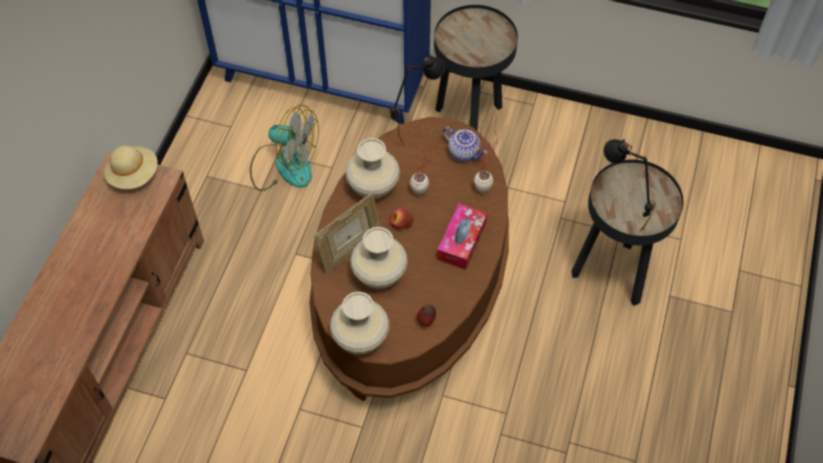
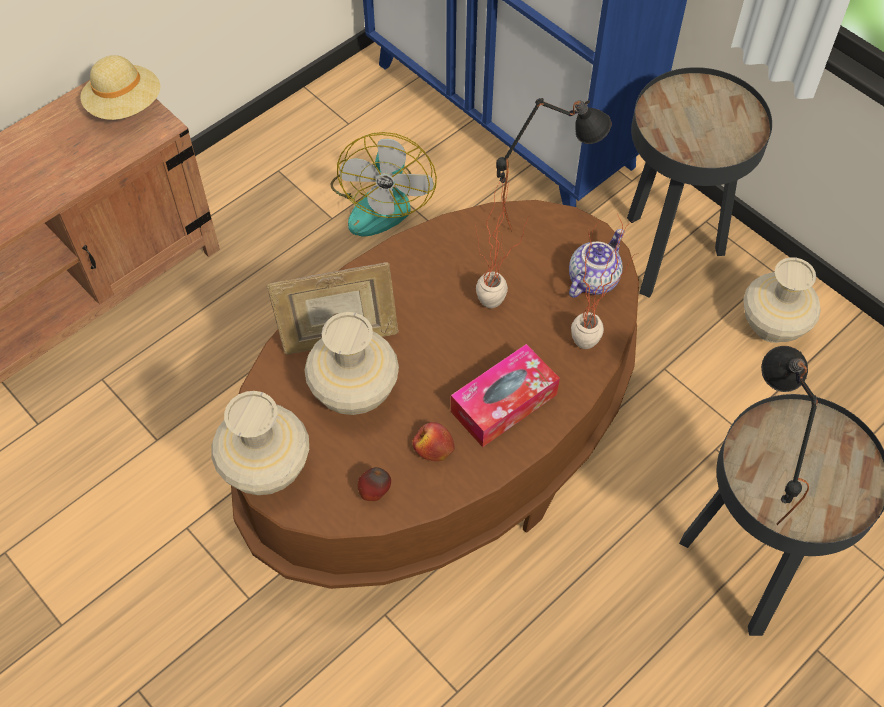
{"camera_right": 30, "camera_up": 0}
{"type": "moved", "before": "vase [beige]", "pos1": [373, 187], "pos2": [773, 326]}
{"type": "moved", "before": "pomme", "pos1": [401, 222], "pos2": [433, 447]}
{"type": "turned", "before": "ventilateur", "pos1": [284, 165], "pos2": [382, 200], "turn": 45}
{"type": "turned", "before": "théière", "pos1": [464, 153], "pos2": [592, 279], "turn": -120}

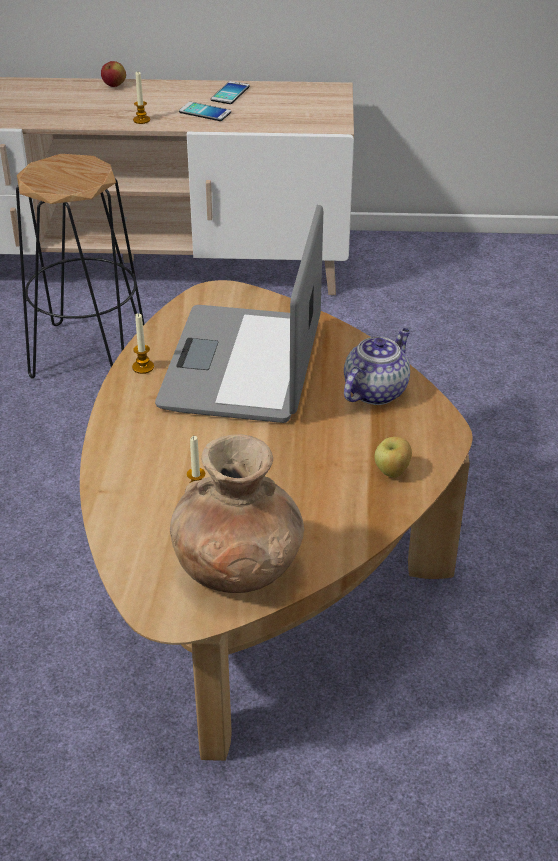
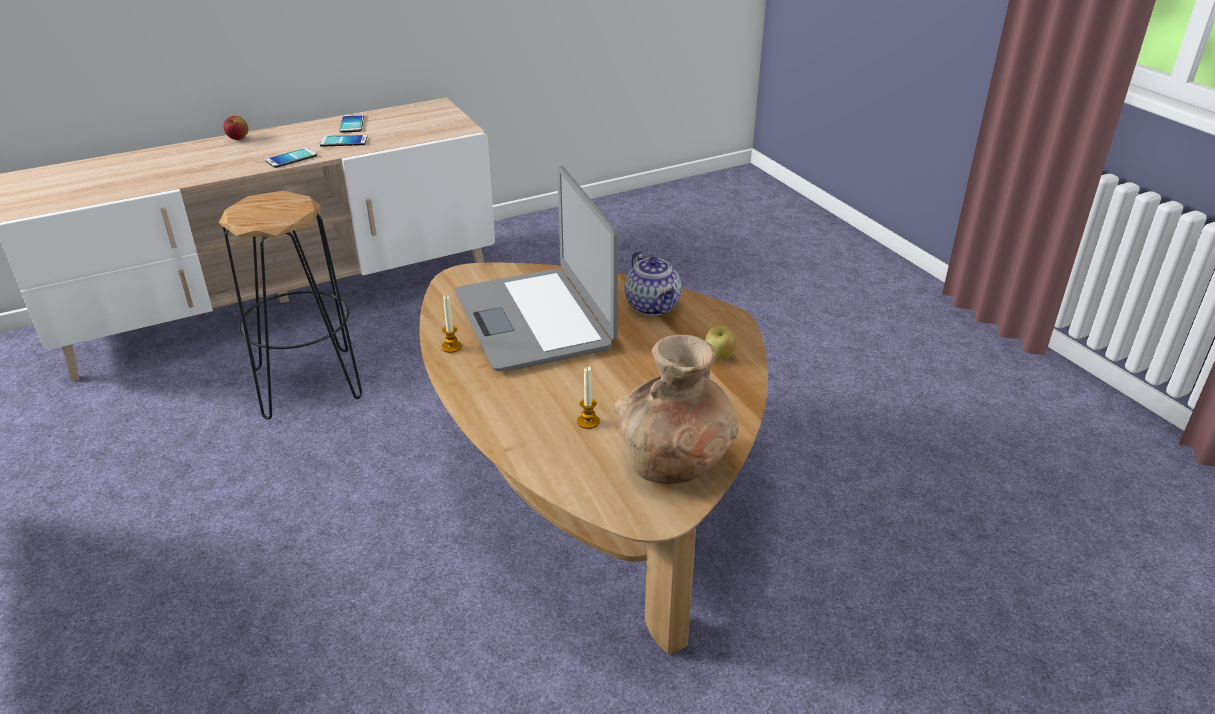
{"camera_right": -30, "camera_up": -5}
{"type": "replaced", "before": "bougie", "after": "téléphone", "pos1": [141, 120], "pos2": [291, 158]}
{"type": "turned", "before": "théière", "pos1": [375, 390], "pos2": [653, 306], "turn": 150}

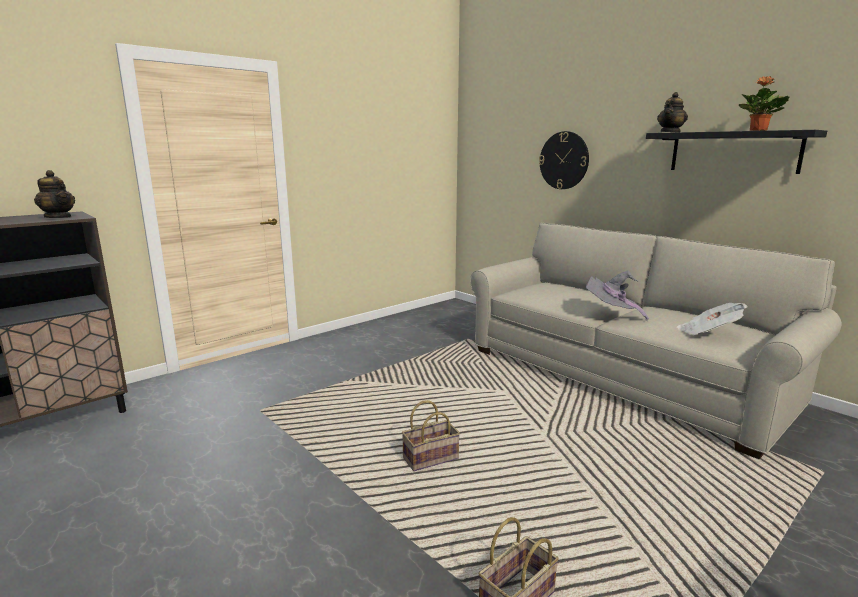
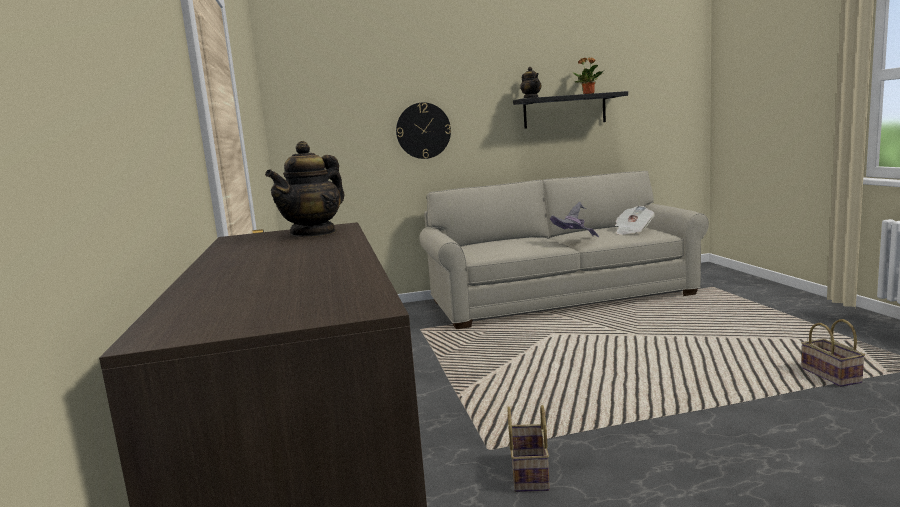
{"camera_right": -60, "camera_up": -5}
{"type": "moved", "before": "panier", "pos1": [431, 457], "pos2": [528, 473]}
{"type": "turned", "before": "théière", "pos1": [58, 217], "pos2": [314, 233], "turn": 150}

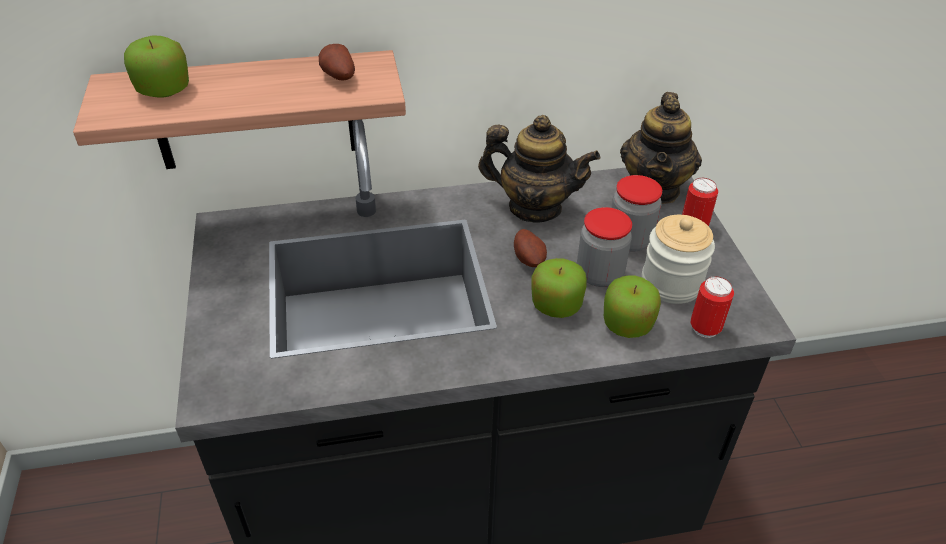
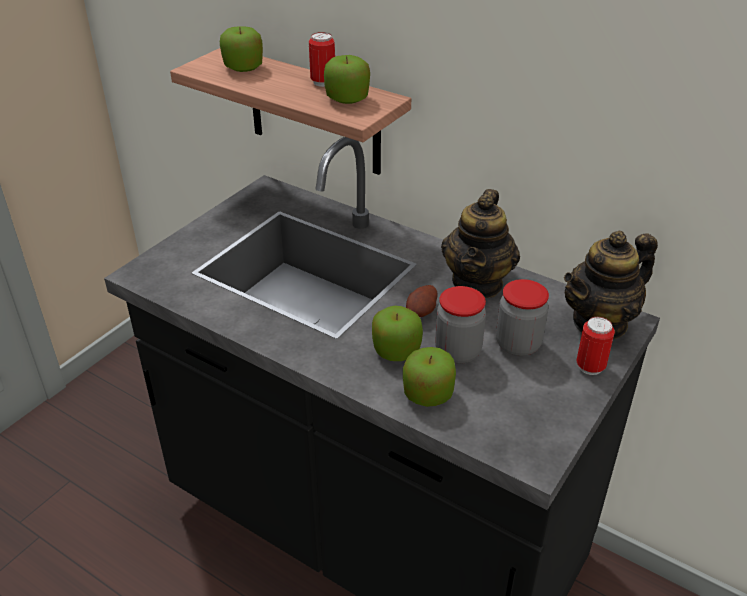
{"camera_right": 45, "camera_up": -5}
{"type": "removed", "before": "bocal", "pos1": [671, 283]}
{"type": "moved", "before": "boîte métallique", "pos1": [705, 328], "pos2": [323, 82]}
{"type": "replaced", "before": "pomme de terre", "after": "pomme", "pos1": [337, 77], "pos2": [347, 99]}
{"type": "turned", "before": "théière", "pos1": [534, 207], "pos2": [478, 283], "turn": 45}

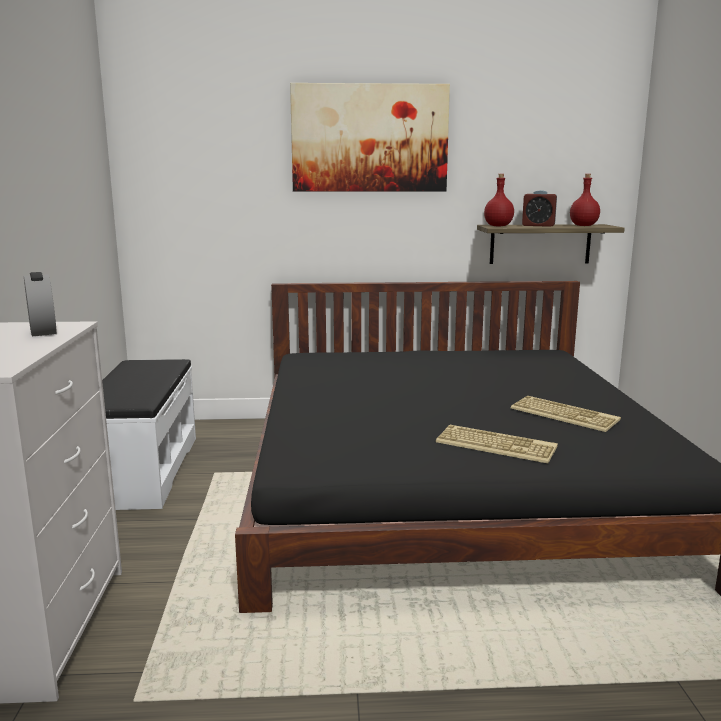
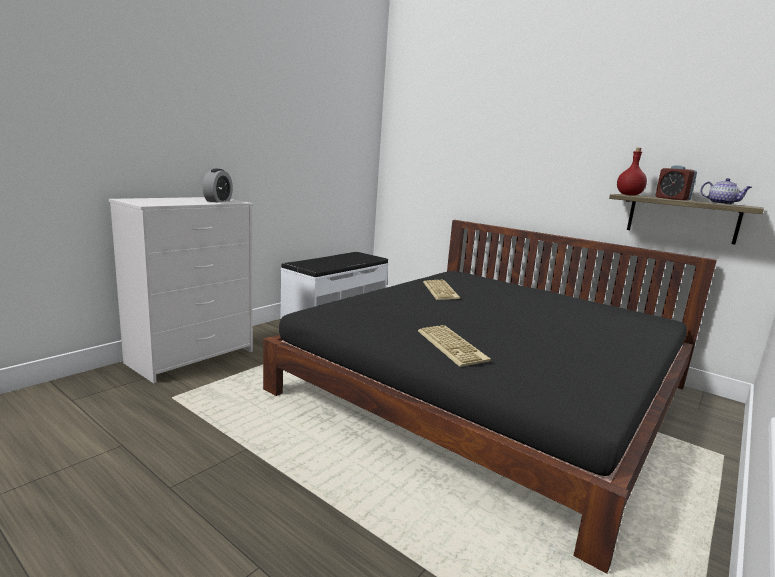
{"camera_right": 40, "camera_up": 0}
{"type": "removed", "before": "tableau", "pos1": [369, 138]}
{"type": "moved", "before": "clavier", "pos1": [565, 414], "pos2": [441, 291]}
{"type": "replaced", "before": "bouteille [rouge]", "after": "théière", "pos1": [583, 225], "pos2": [722, 203]}

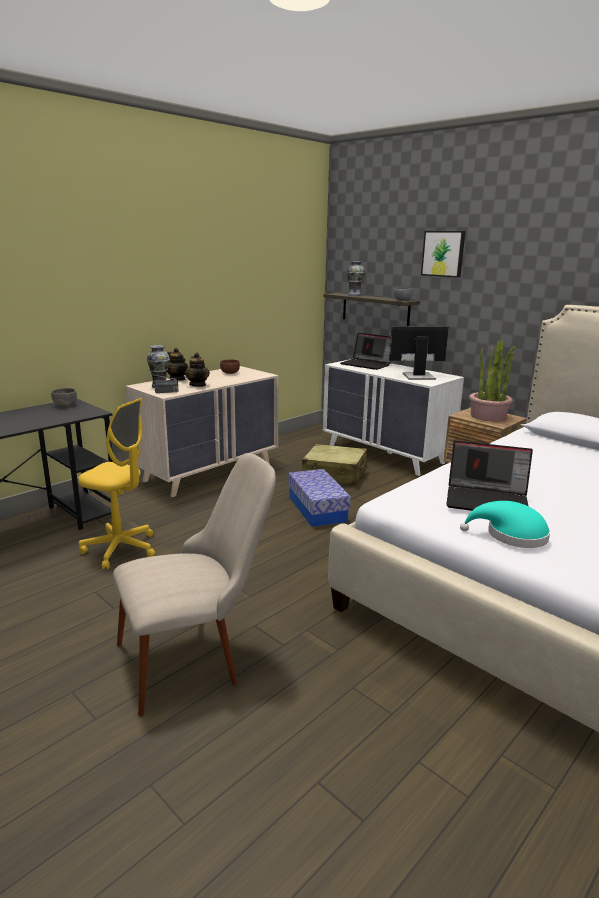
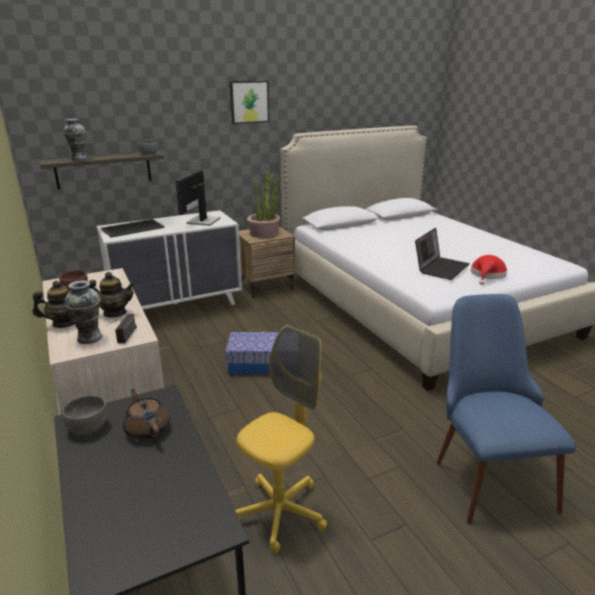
{"camera_right": -70, "camera_up": 5}
{"type": "removed", "before": "valise [beige]", "pos1": [335, 475]}
{"type": "added", "after": "théière [marron]", "pos2": [147, 429]}
{"type": "moved", "before": "tableau", "pos1": [443, 253], "pos2": [249, 102]}
{"type": "replaced", "before": "ordinateur portable", "after": "plateau", "pos1": [367, 364], "pos2": [133, 228]}
{"type": "recoloured", "before": "chaise [beige]", "after": "chaise [bleu]", "pos1": [197, 656], "pos2": [485, 471]}
{"type": "recoloured", "before": "chapeau [turquoise]", "after": "chapeau [rouge]", "pos1": [511, 535], "pos2": [487, 275]}

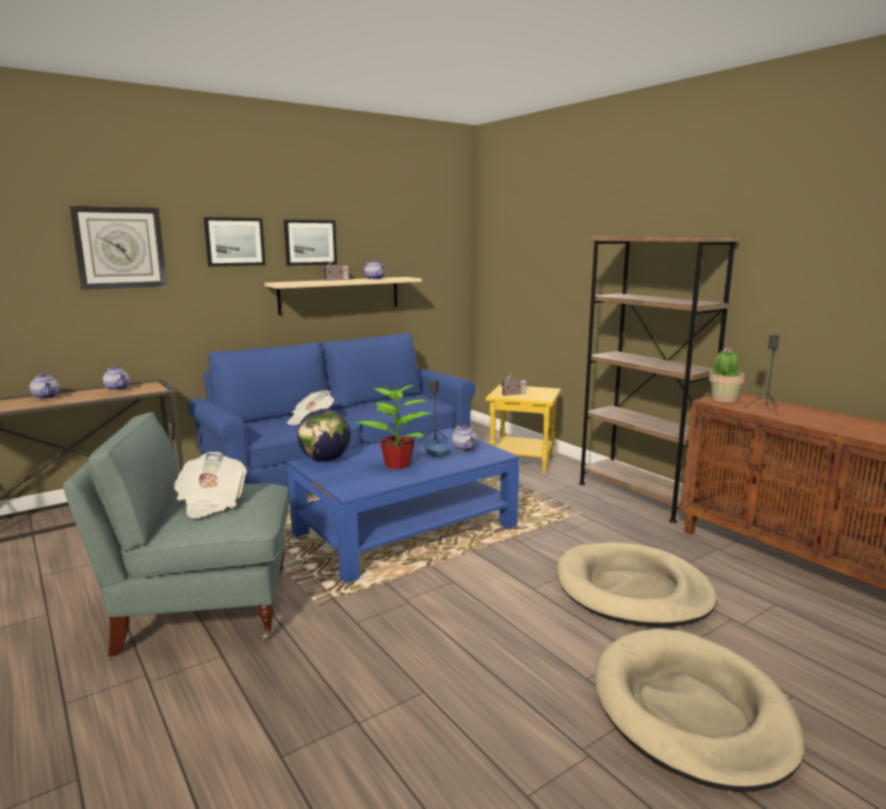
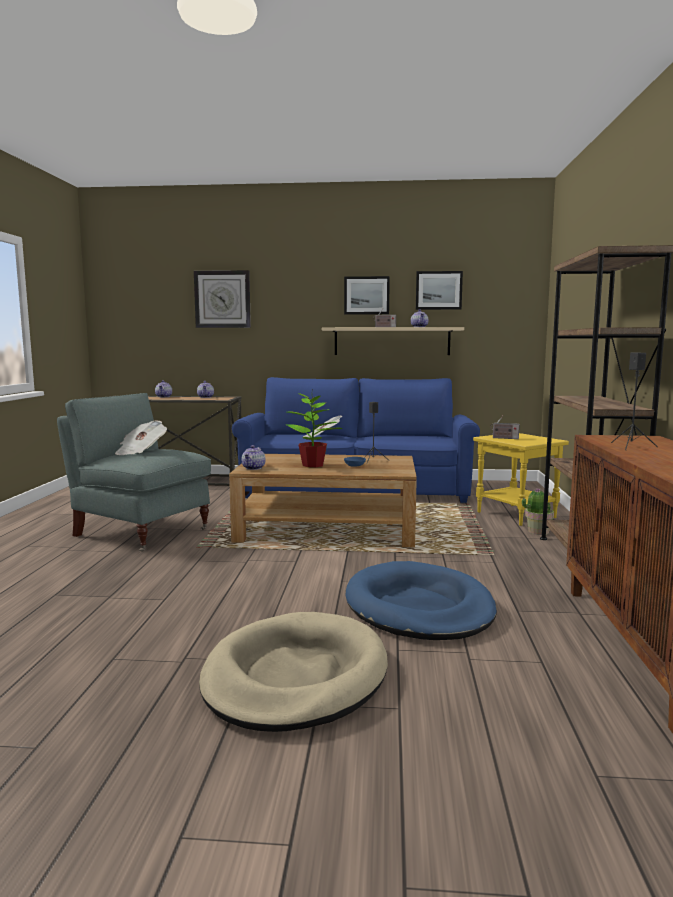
{"camera_right": 40, "camera_up": -5}
{"type": "removed", "before": "globe", "pos1": [325, 460]}
{"type": "moved", "before": "tableau", "pos1": [234, 241], "pos2": [438, 290]}
{"type": "moved", "before": "théière", "pos1": [465, 448], "pos2": [253, 468]}
{"type": "moved", "before": "plante en pot", "pos1": [723, 399], "pos2": [537, 532]}
{"type": "recoloured", "before": "table basse [bleu]", "after": "table basse [marron]", "pos1": [406, 529], "pos2": [328, 529]}
{"type": "recoloured", "before": "panier pour chien [beige]", "after": "panier pour chien [bleu]", "pos1": [632, 590], "pos2": [419, 607]}

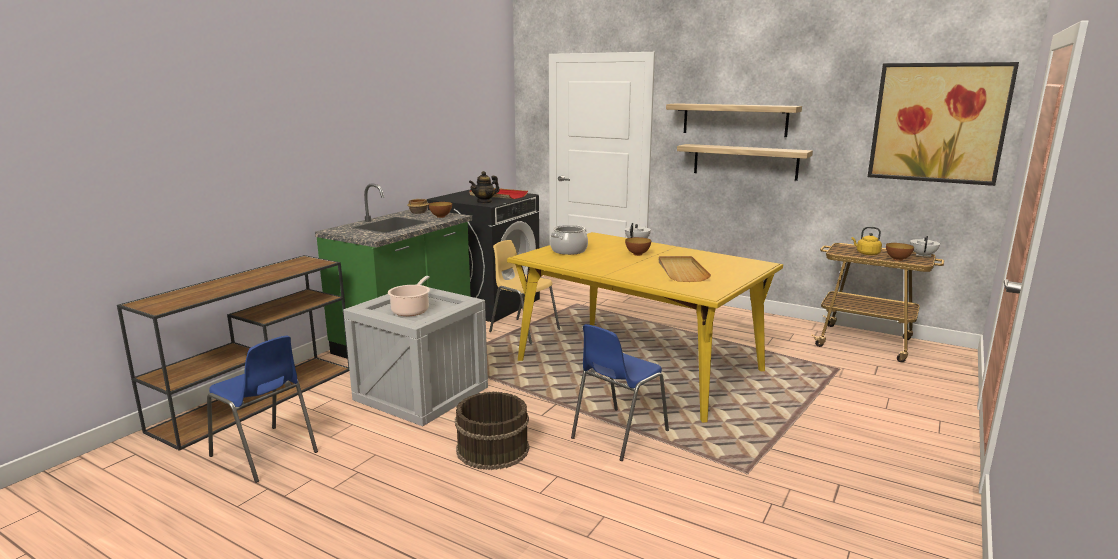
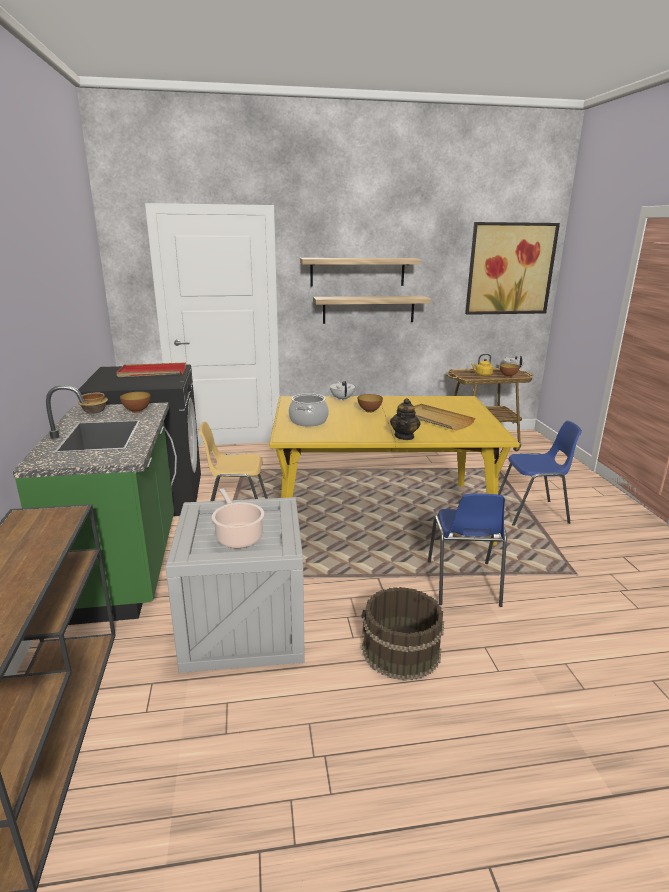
{"camera_right": -40, "camera_up": 5}
{"type": "moved", "before": "chaise [bleu]", "pos1": [265, 454], "pos2": [532, 513]}
{"type": "moved", "before": "théière", "pos1": [485, 202], "pos2": [404, 436]}

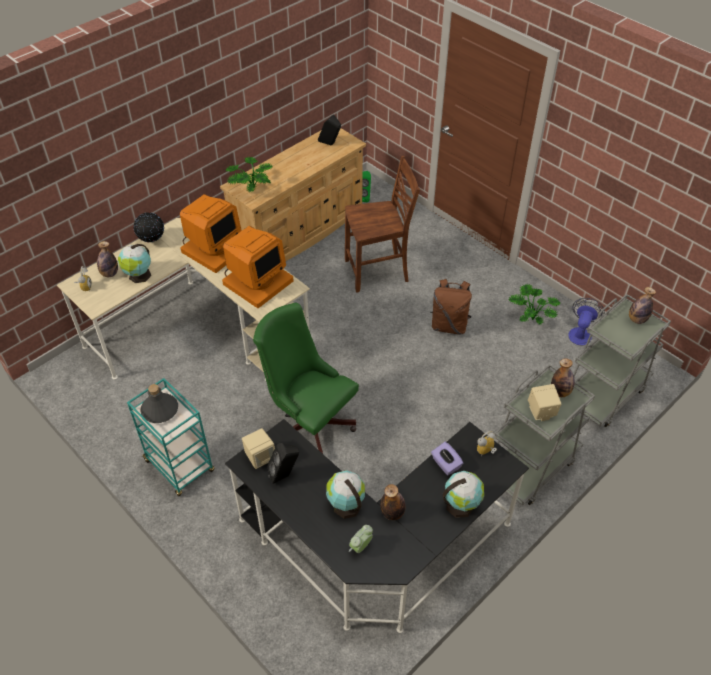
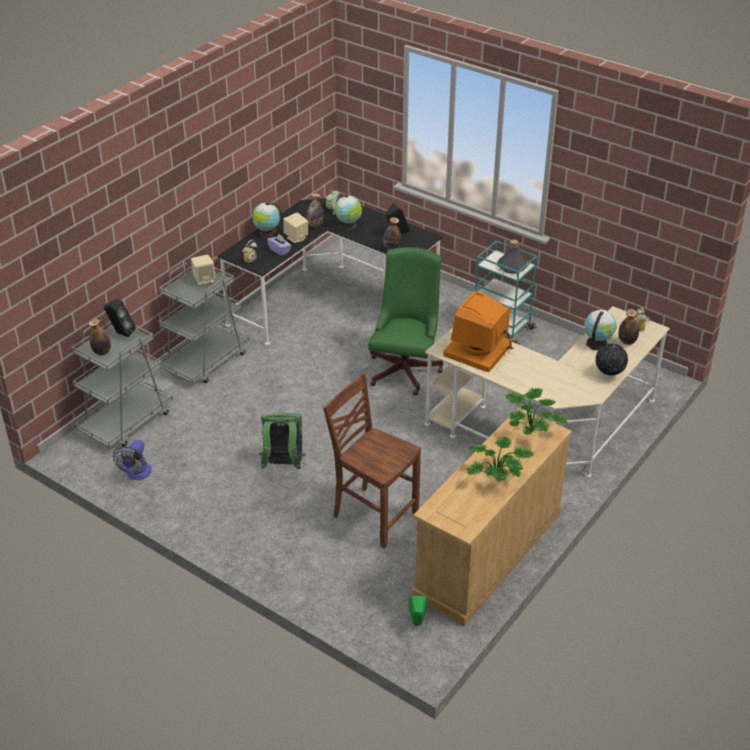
{"camera_right": 170, "camera_up": -10}
{"type": "removed", "before": "écran d'ordinateur", "pos1": [214, 248]}
{"type": "moved", "before": "enceinte [beige]", "pos1": [260, 457], "pos2": [296, 238]}
{"type": "moved", "before": "enceinte [noir]", "pos1": [330, 144], "pos2": [120, 333]}
{"type": "moved", "before": "plante en pot", "pos1": [531, 317], "pos2": [497, 478]}
{"type": "moved", "before": "bouteille", "pos1": [560, 392], "pos2": [391, 248]}
{"type": "recoloured", "before": "sac à dos [marron]", "after": "sac à dos [vert]", "pos1": [449, 325], "pos2": [283, 465]}
{"type": "turned", "before": "chaise de bureau [vert]", "pos1": [309, 422], "pos2": [406, 368], "turn": -105}
{"type": "turned", "before": "chaise [marron]", "pos1": [378, 272], "pos2": [373, 515], "turn": 60}

